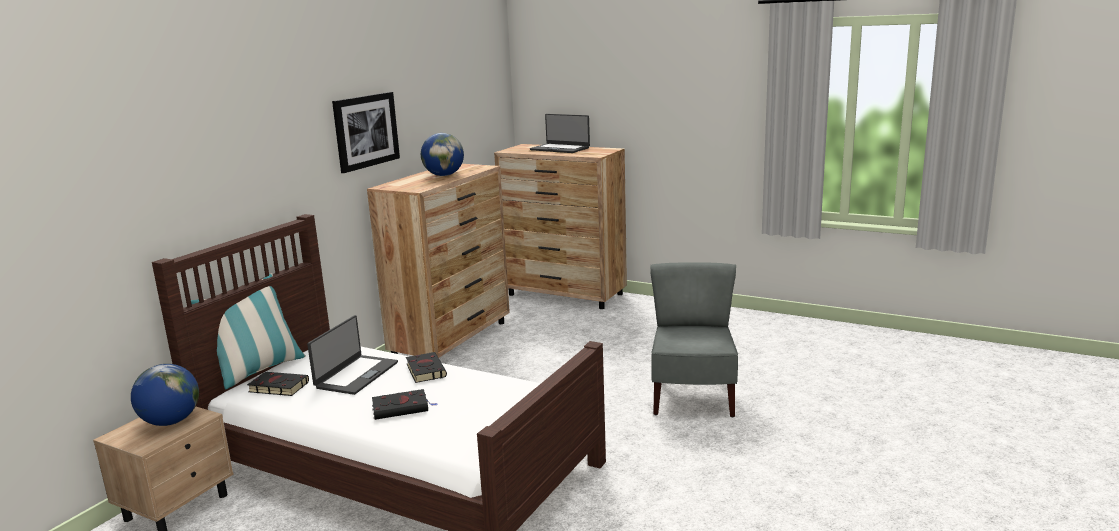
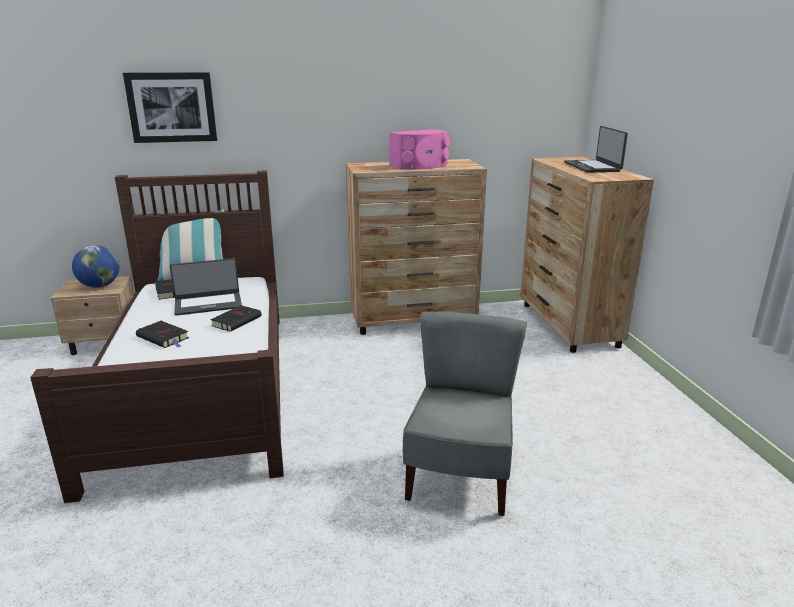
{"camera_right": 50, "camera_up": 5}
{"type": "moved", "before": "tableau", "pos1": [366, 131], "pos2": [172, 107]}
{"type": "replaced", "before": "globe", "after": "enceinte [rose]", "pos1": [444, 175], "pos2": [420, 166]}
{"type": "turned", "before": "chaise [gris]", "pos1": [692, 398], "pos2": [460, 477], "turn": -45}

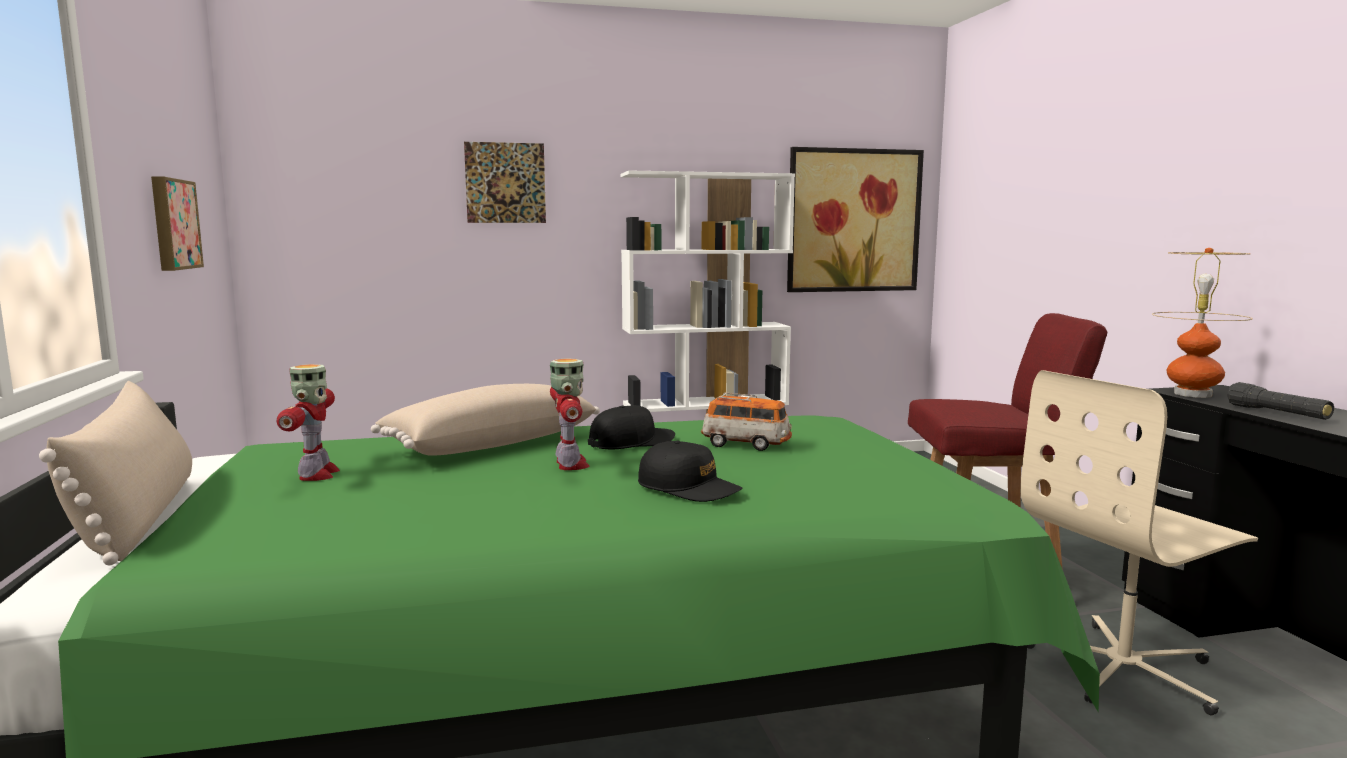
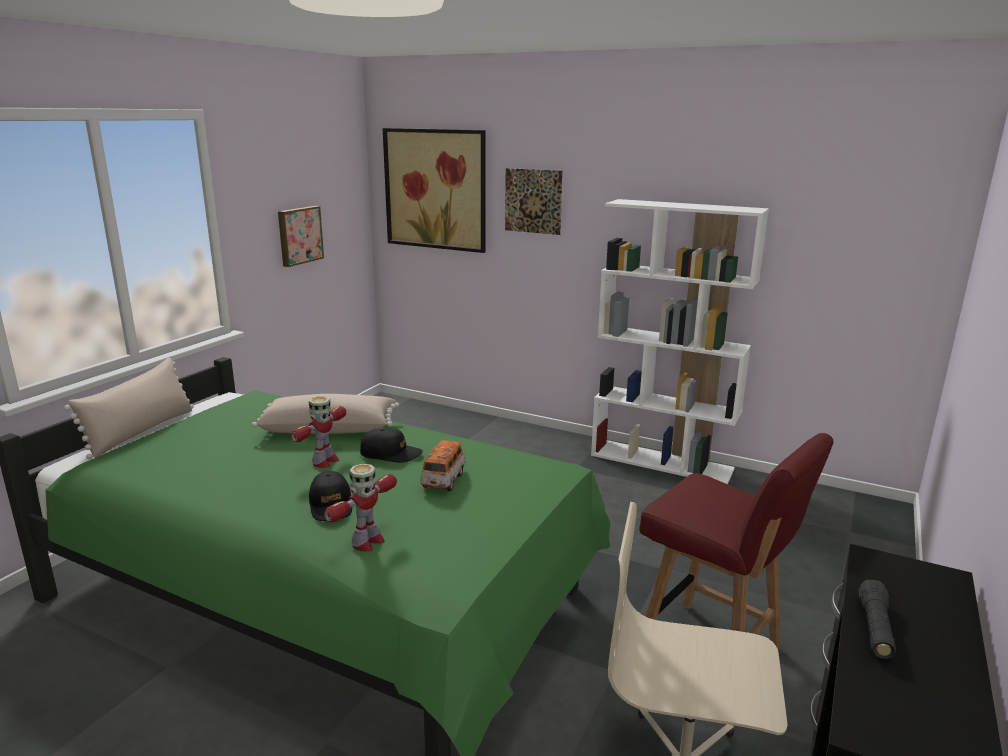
{"camera_right": 40, "camera_up": 10}
{"type": "removed", "before": "lampe de table", "pos1": [1192, 394]}
{"type": "moved", "before": "robot jouet", "pos1": [317, 475], "pos2": [367, 542]}
{"type": "moved", "before": "tableau", "pos1": [853, 221], "pos2": [435, 189]}
{"type": "turned", "before": "petite voiture", "pos1": [746, 444], "pos2": [443, 480], "turn": -135}

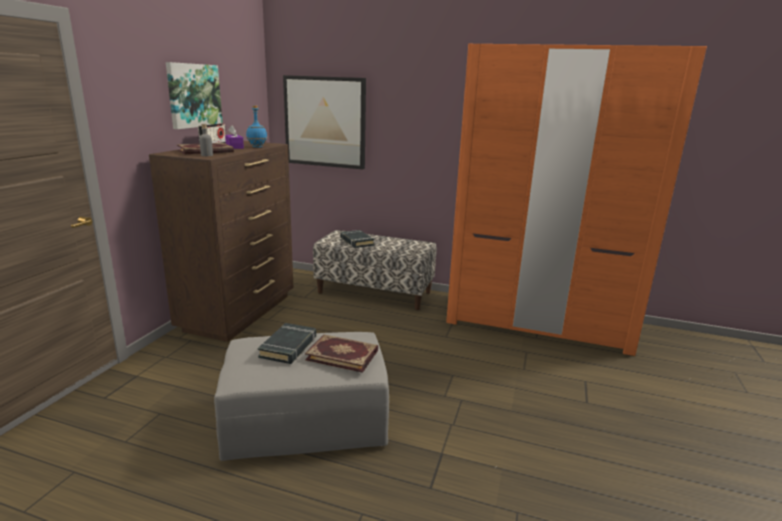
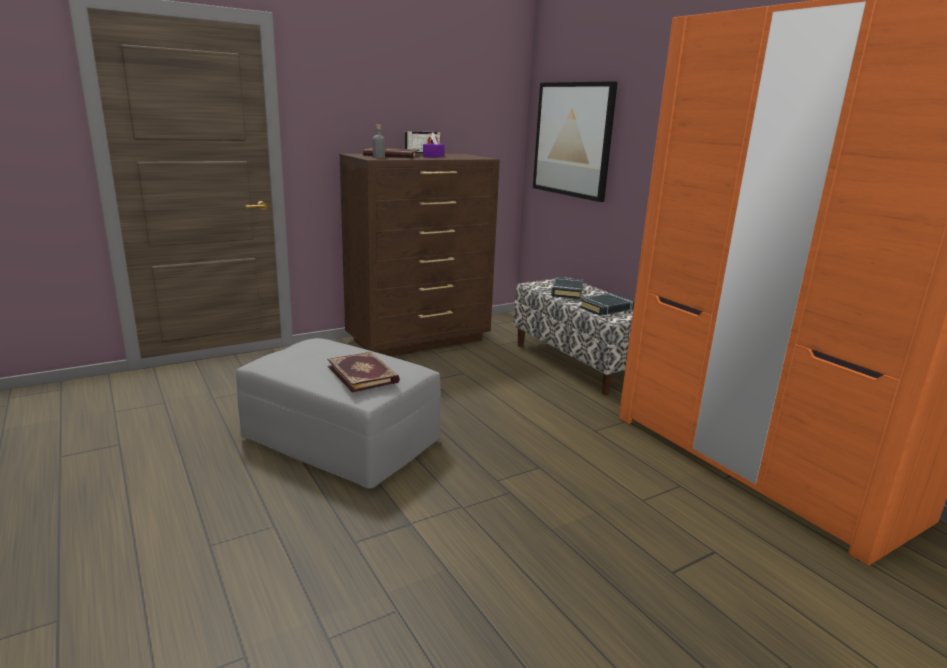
{"camera_right": 40, "camera_up": 0}
{"type": "removed", "before": "tableau", "pos1": [193, 95]}
{"type": "removed", "before": "bouteille [bleu]", "pos1": [257, 147]}
{"type": "moved", "before": "livre [noir]", "pos1": [289, 347], "pos2": [607, 308]}

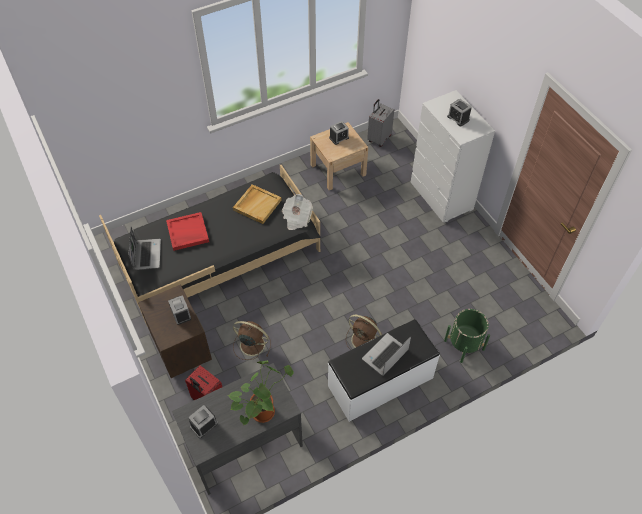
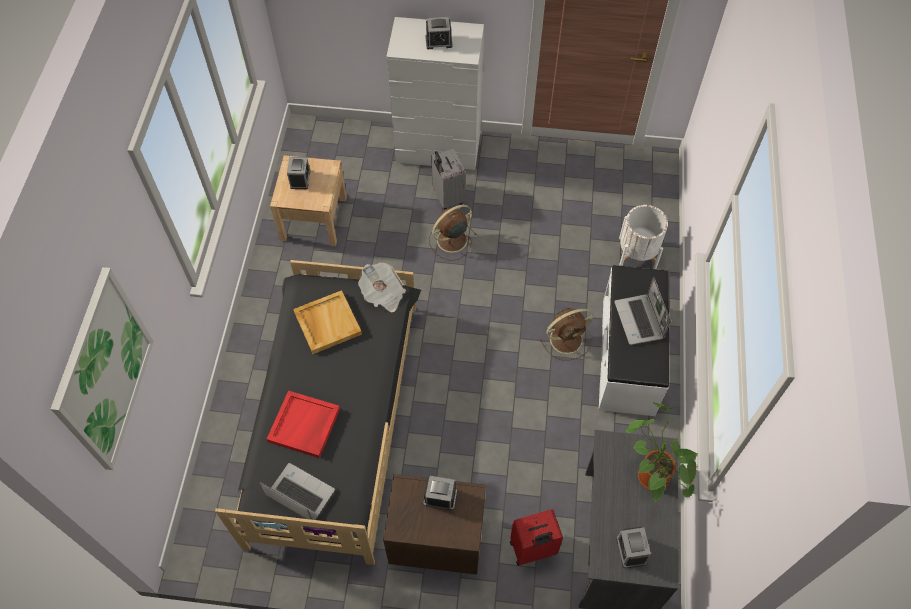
{"camera_right": -55, "camera_up": 5}
{"type": "added", "after": "tableau", "pos2": [103, 371]}
{"type": "moved", "before": "ventilateur [marron]", "pos1": [251, 344], "pos2": [451, 240]}
{"type": "moved", "before": "valise [gris]", "pos1": [378, 138], "pos2": [447, 197]}
{"type": "recoloured", "before": "cache-pot [vert]", "after": "cache-pot [blanc]", "pos1": [464, 345], "pos2": [637, 253]}

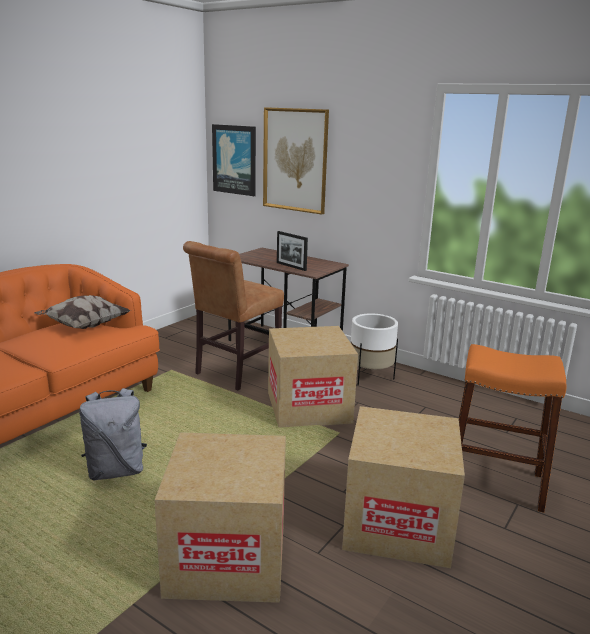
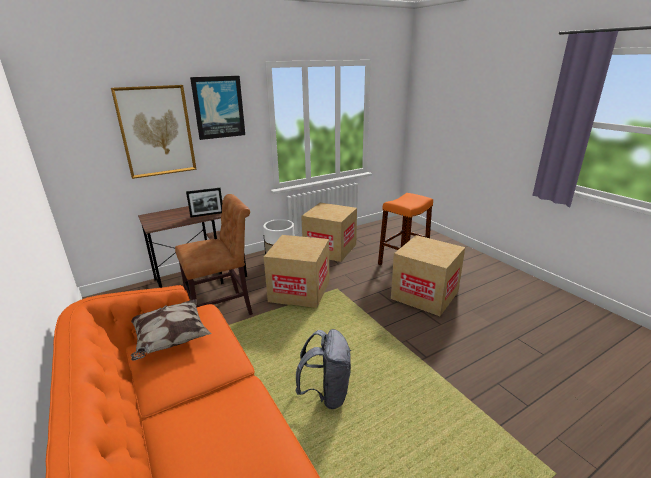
{"camera_right": -65, "camera_up": 5}
{"type": "moved", "before": "carton", "pos1": [227, 557], "pos2": [330, 249]}
{"type": "moved", "before": "tableau", "pos1": [234, 160], "pos2": [218, 107]}
{"type": "turned", "before": "chaise [marron]", "pos1": [235, 372], "pos2": [223, 309], "turn": -90}

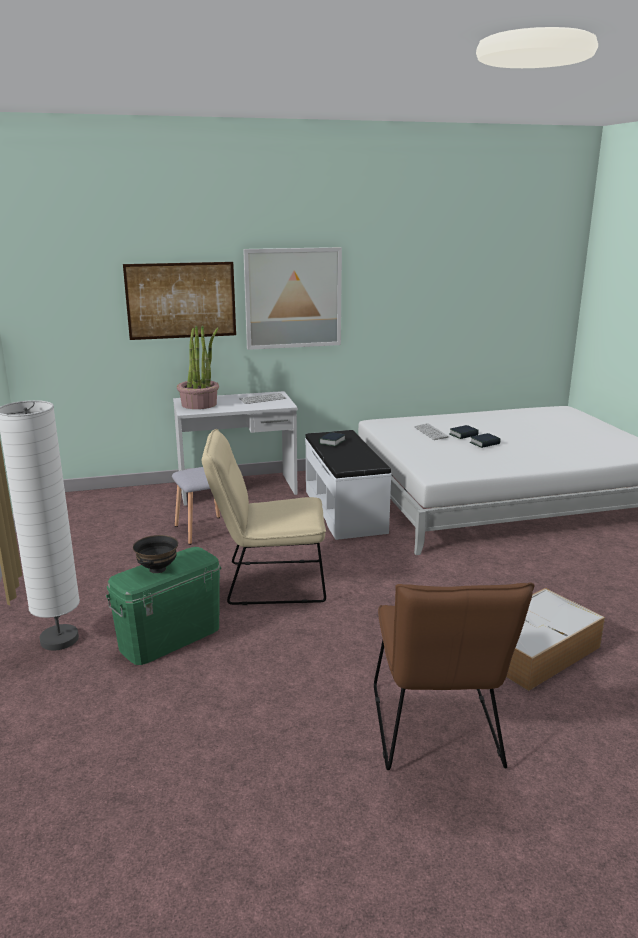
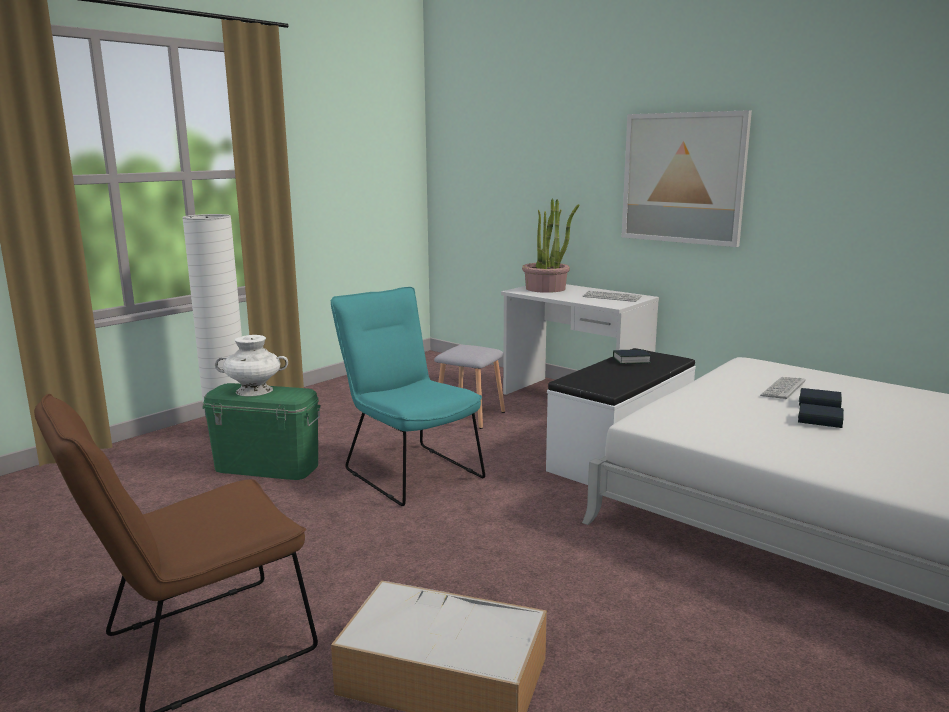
{"camera_right": 55, "camera_up": -5}
{"type": "removed", "before": "tableau", "pos1": [181, 300]}
{"type": "replaced", "before": "bol [noir]", "after": "vase [blanc]", "pos1": [158, 569], "pos2": [254, 391]}
{"type": "recoloured", "before": "chaise [beige]", "after": "chaise [turquoise]", "pos1": [267, 582], "pos2": [408, 471]}

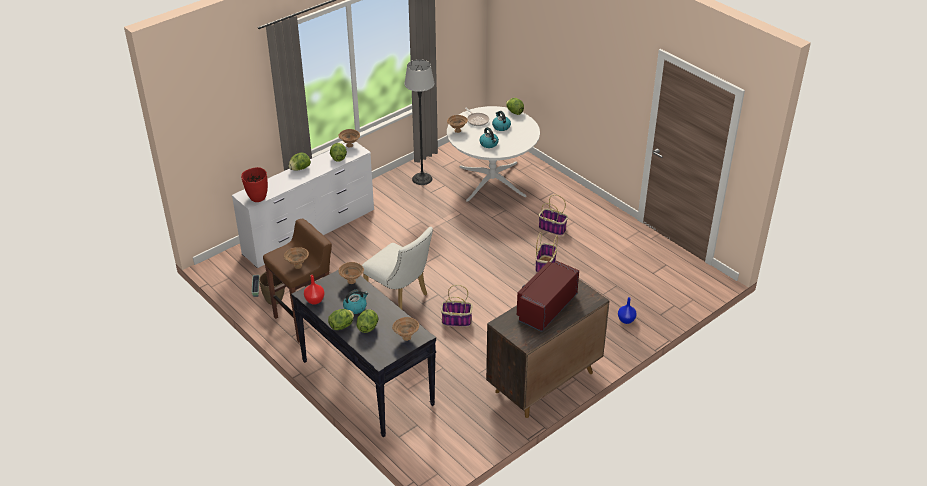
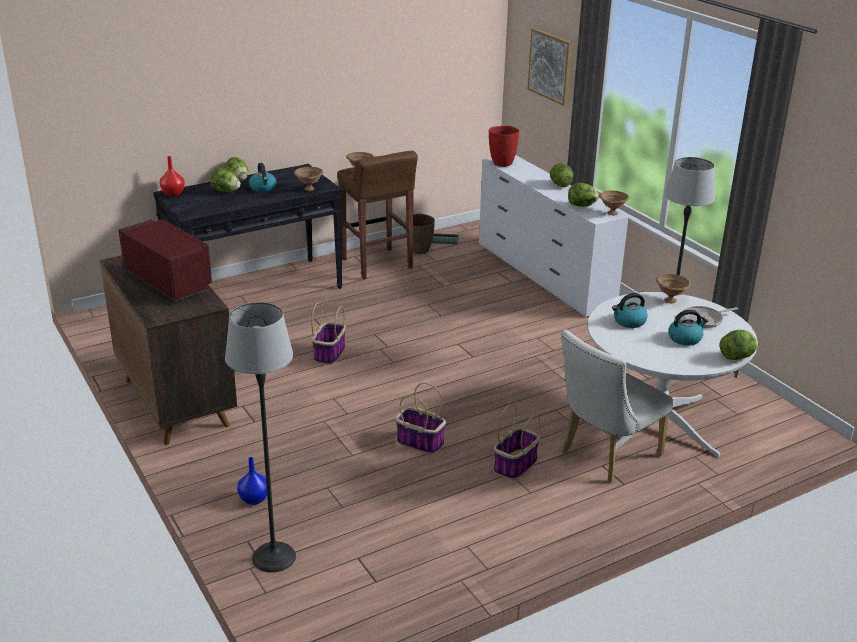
{"camera_right": 100, "camera_up": -10}
{"type": "removed", "before": "bol [marron]", "pos1": [406, 338]}
{"type": "added", "after": "lampadaire", "pos2": [273, 557]}
{"type": "added", "after": "tableau", "pos2": [551, 66]}
{"type": "moved", "before": "vase [rouge]", "pos1": [314, 300], "pos2": [173, 194]}
{"type": "moved", "before": "chaise [blanc]", "pos1": [400, 297], "pos2": [605, 456]}

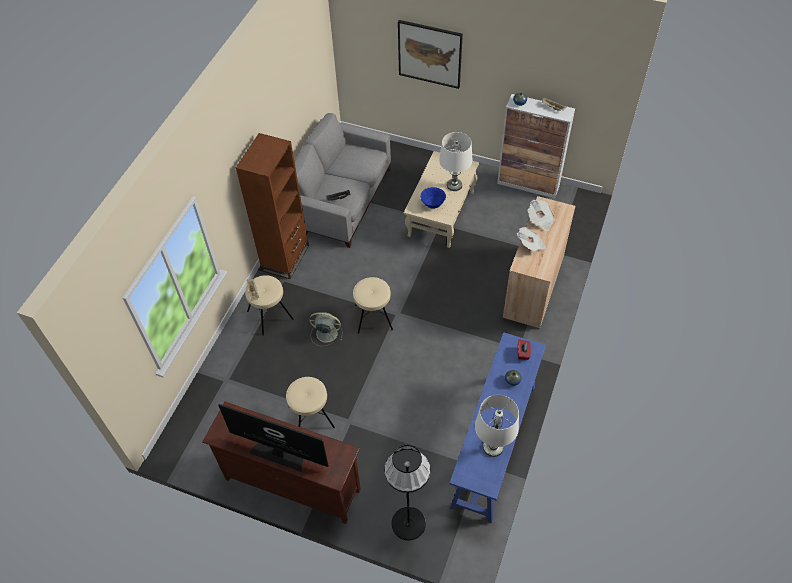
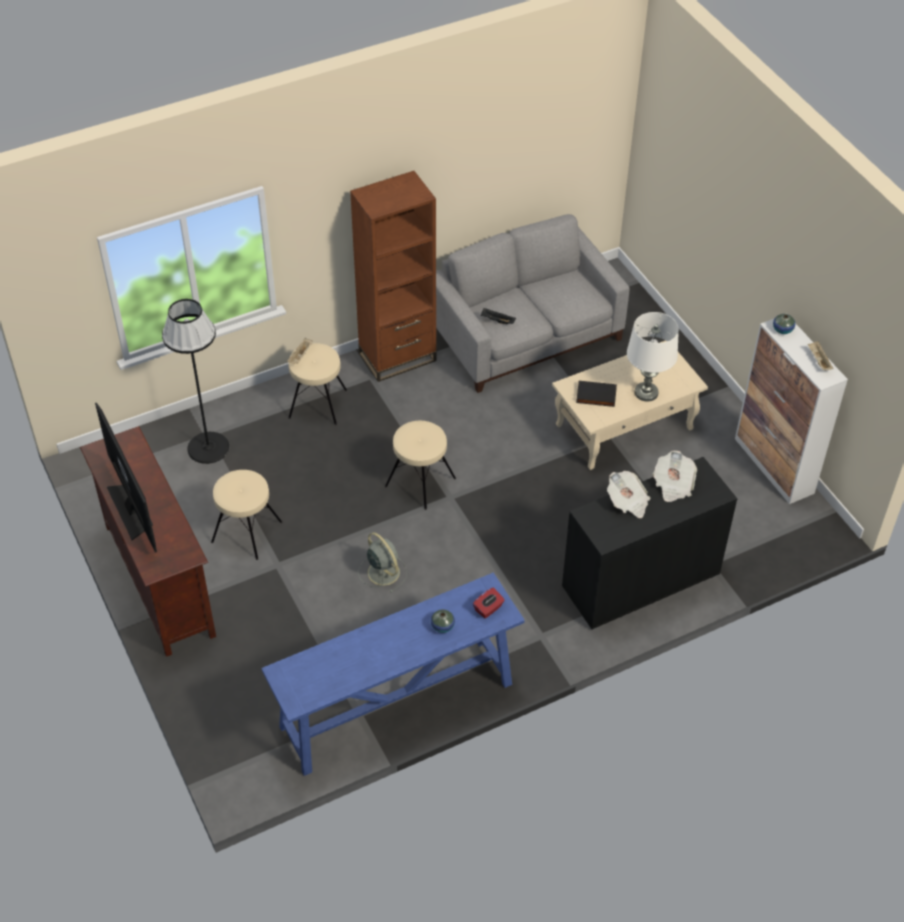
{"camera_right": 40, "camera_up": -5}
{"type": "removed", "before": "tableau", "pos1": [430, 54]}
{"type": "removed", "before": "lampe de table [blanc]", "pos1": [493, 447]}
{"type": "moved", "before": "ventilateur [gris]", "pos1": [325, 333], "pos2": [382, 571]}
{"type": "moved", "before": "lampadaire [noir]", "pos1": [408, 523], "pos2": [208, 448]}
{"type": "replaced", "before": "bol [bleu]", "after": "livre [noir]", "pos1": [433, 204], "pos2": [595, 396]}
{"type": "recoloured", "before": "meuble de rangement [beige]", "after": "meuble de rangement [noir]", "pos1": [533, 286], "pos2": [640, 581]}

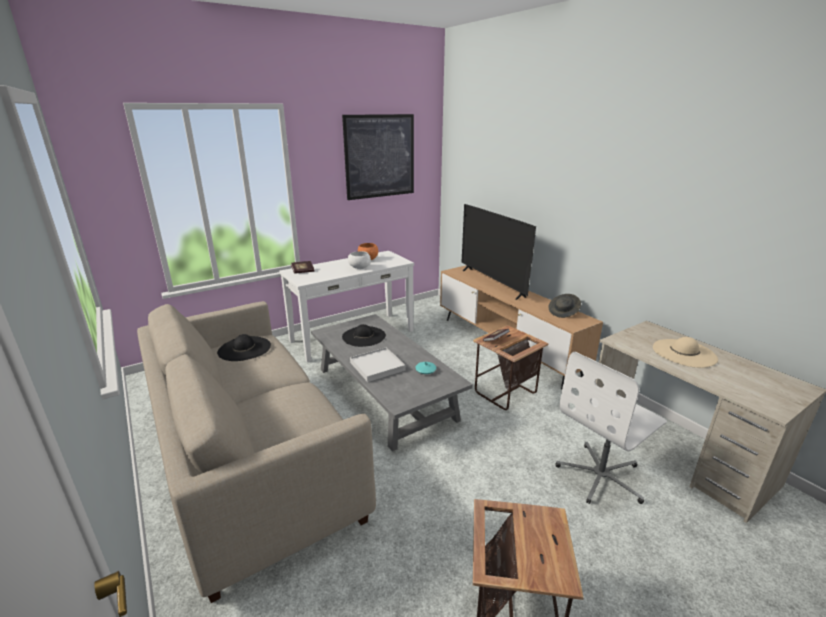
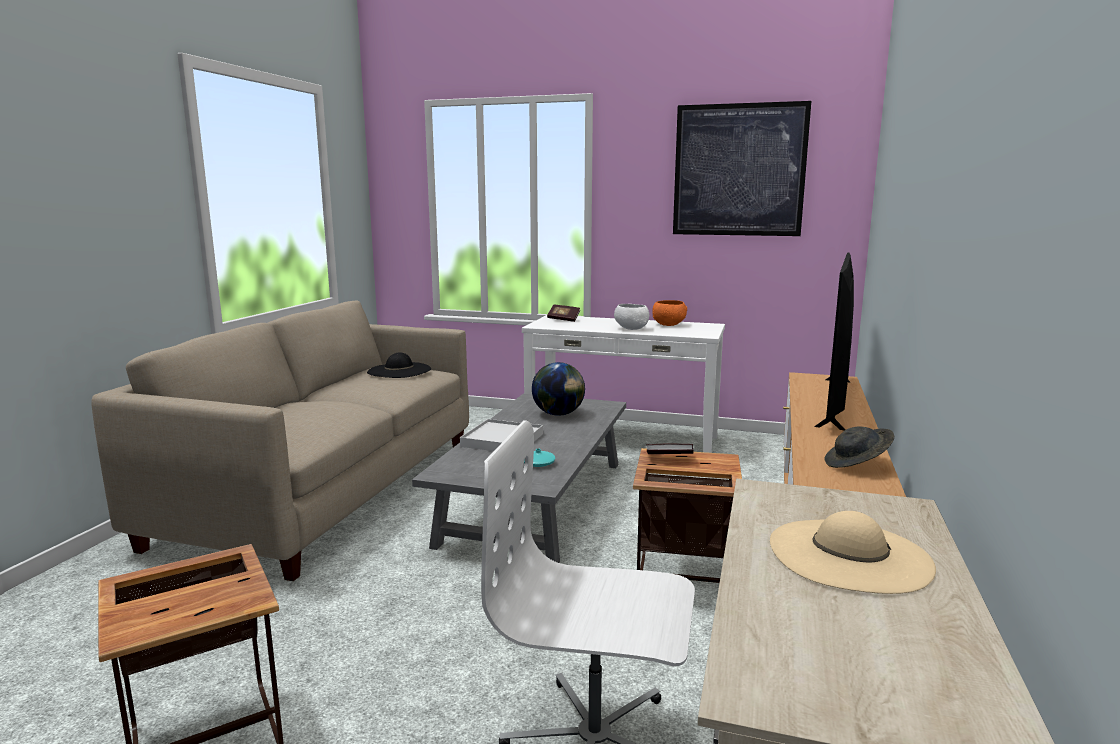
{"camera_right": 50, "camera_up": -10}
{"type": "replaced", "before": "chapeau [noir]", "after": "globe", "pos1": [364, 336], "pos2": [558, 414]}

